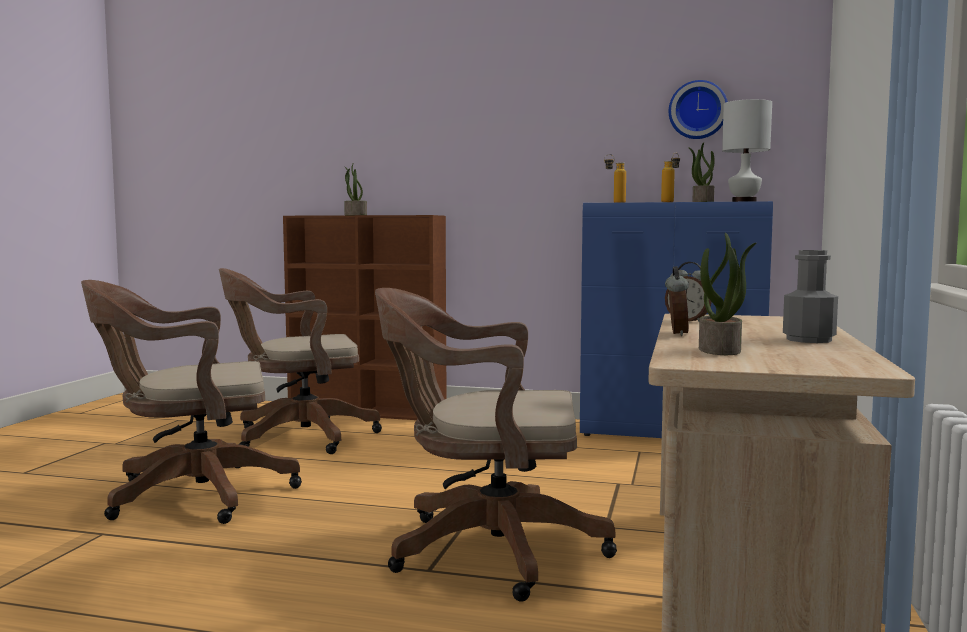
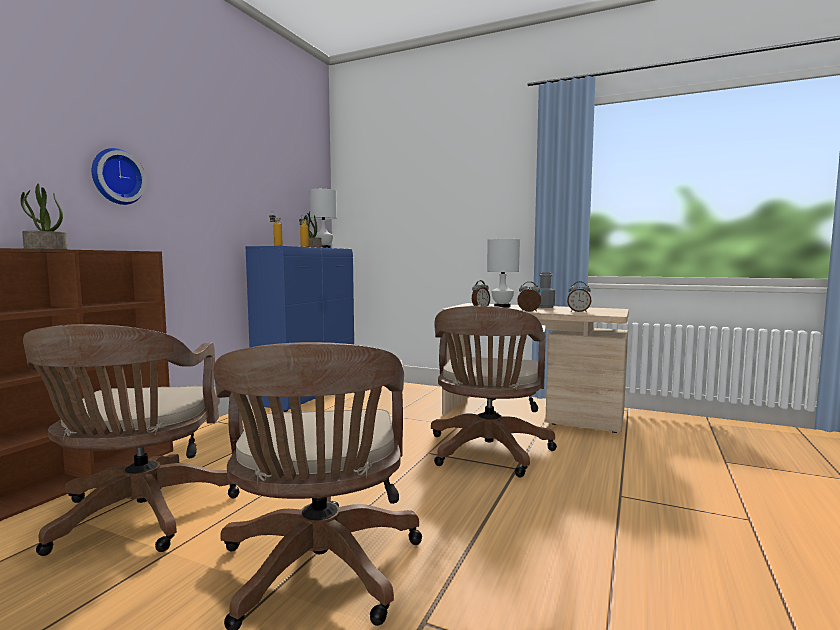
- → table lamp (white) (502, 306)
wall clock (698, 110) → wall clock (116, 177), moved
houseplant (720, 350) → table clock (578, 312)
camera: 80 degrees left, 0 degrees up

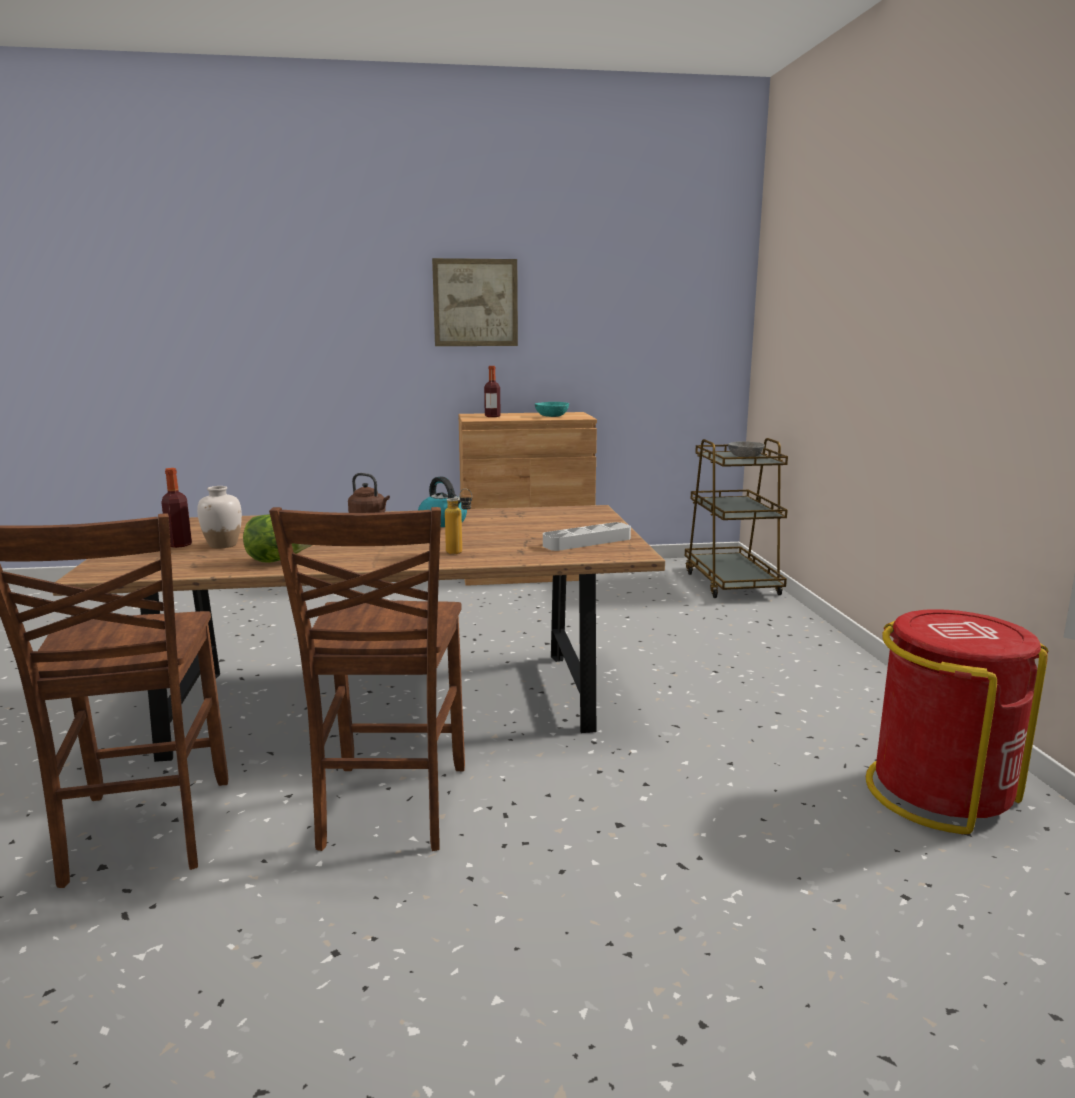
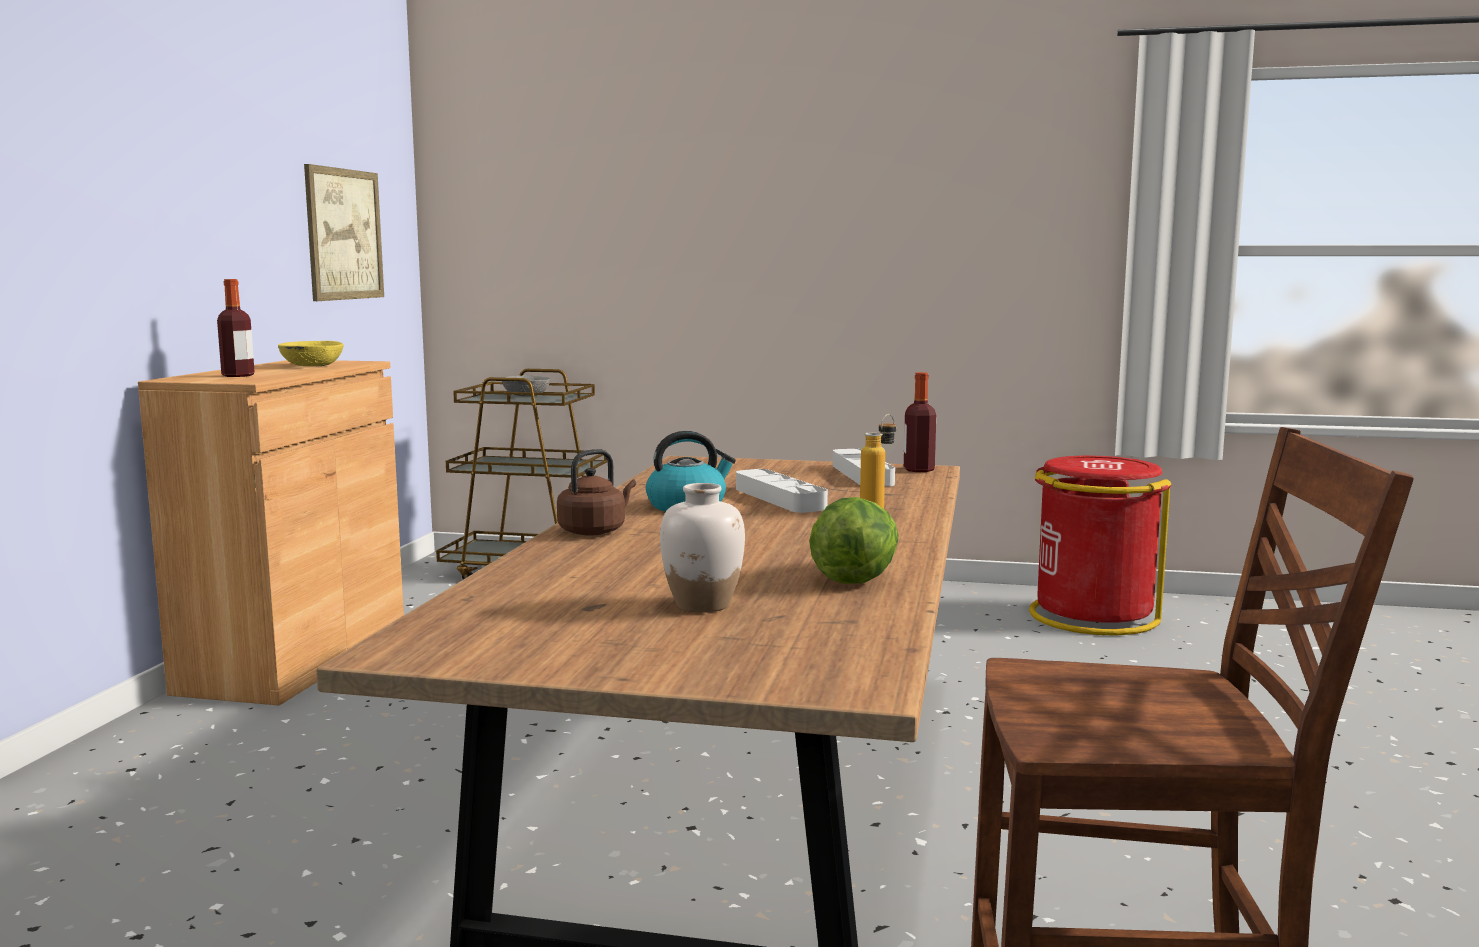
upright chair (brown) (389, 808) → -
- → carrying tray (grey) (779, 498)
beverage bottle (179, 545) → beverage bottle (918, 470), moved
wall art (475, 303) → wall art (344, 234), moved
bowl (turquoise) (551, 416) → bowl (yellow-coloured) (311, 366)
camera: 70 degrees left, 5 degrees down

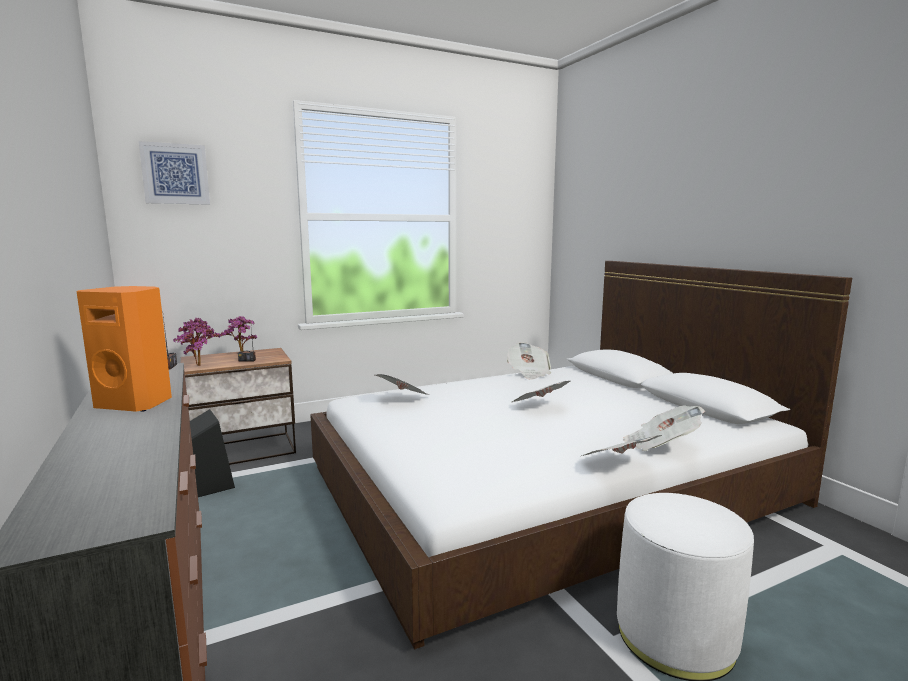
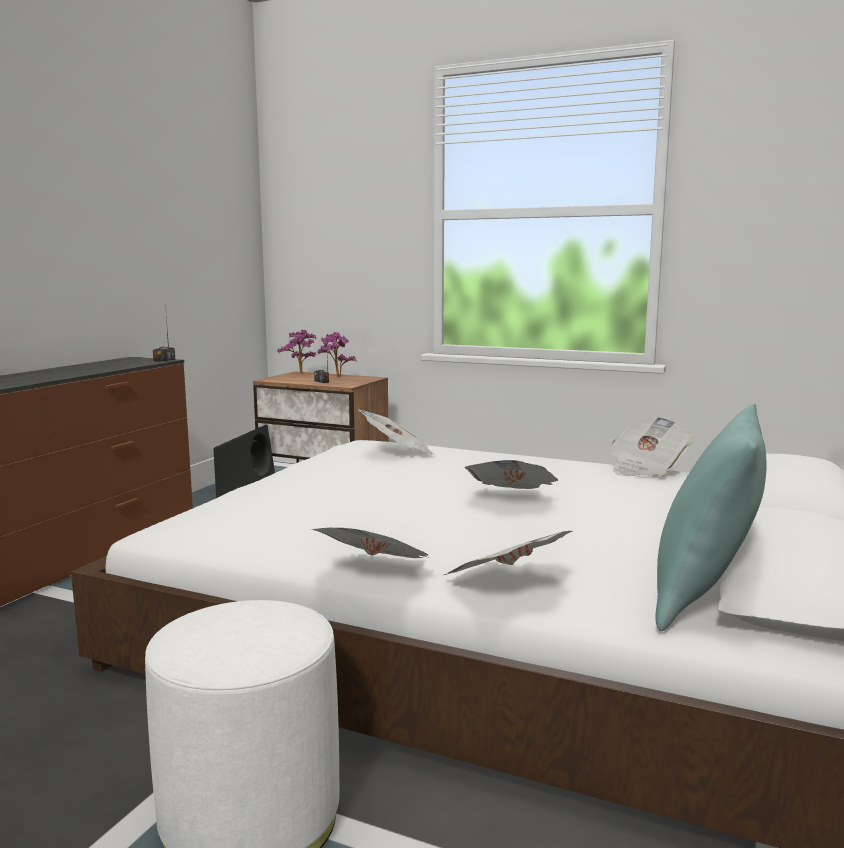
loudspeaker (orange) (136, 404) → -
wall art (175, 174) → -
houseplant (202, 365) → -
- → cushion (turquoise) (704, 597)
camera: 50 degrees right, 0 degrees up

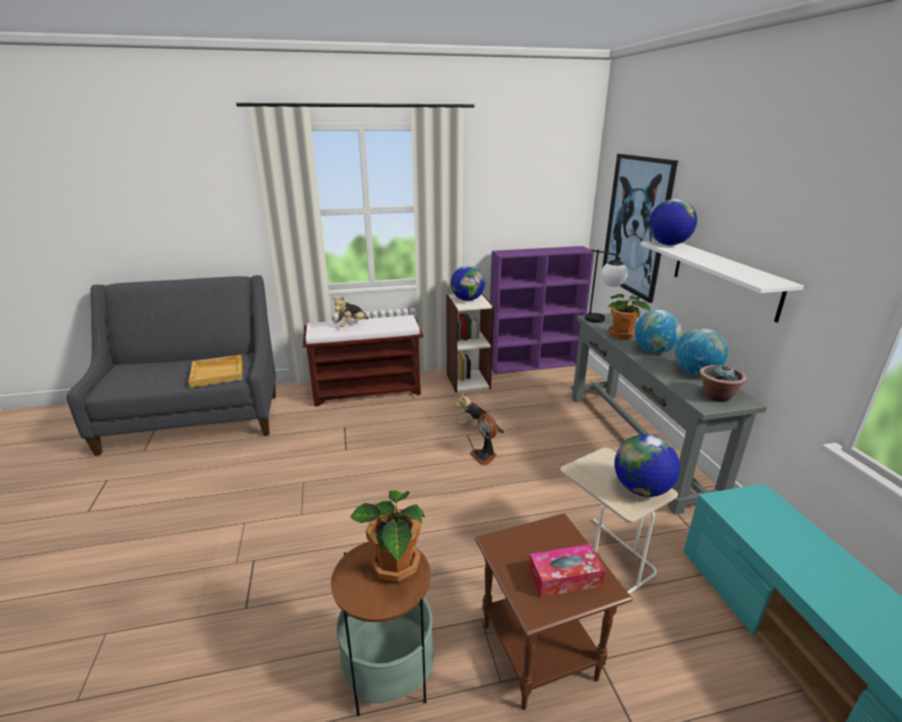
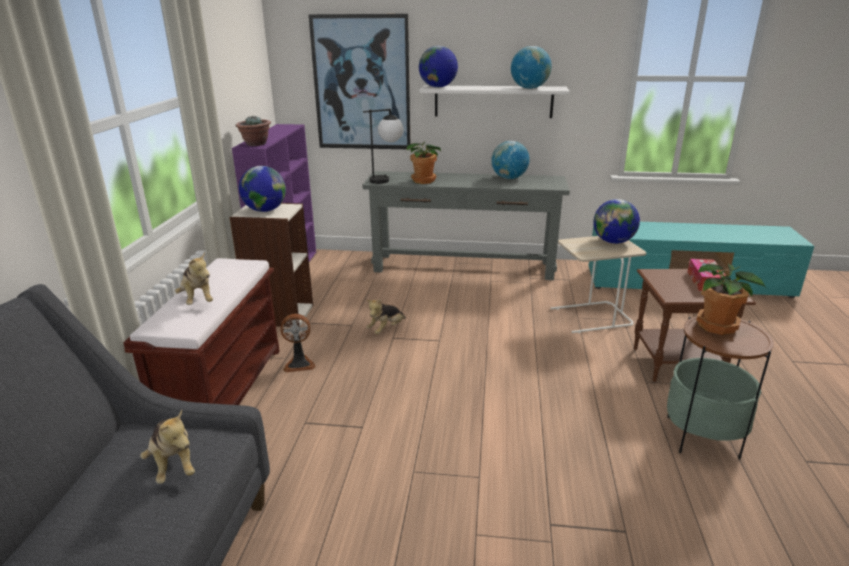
cooling fan (485, 456) → cooling fan (299, 364), moved
desk globe (654, 351) → desk globe (529, 88), moved
houseplant (716, 396) → houseplant (255, 144), moved
carrying tray (sand-coloured) (218, 372) → cuddly toy (173, 465)
camera: 70 degrees left, 0 degrees up

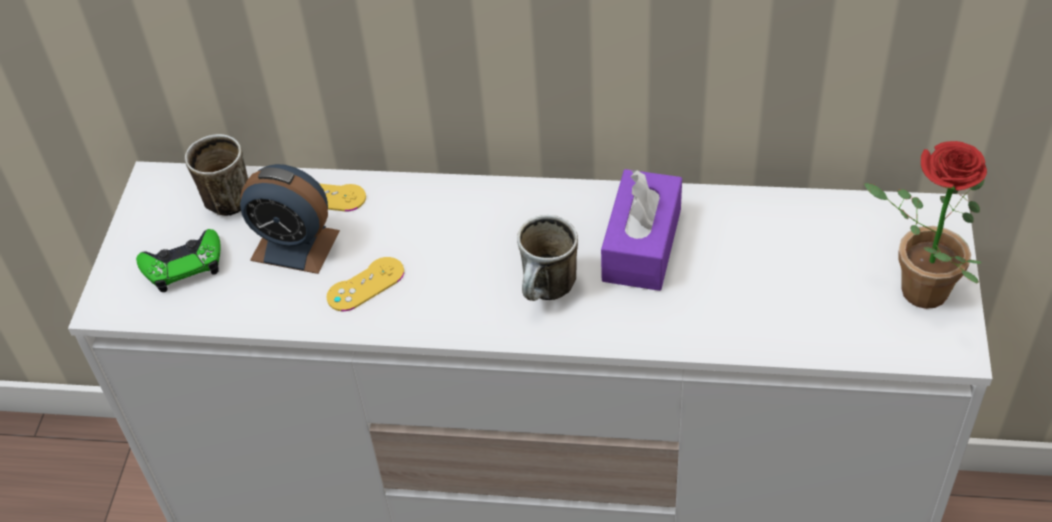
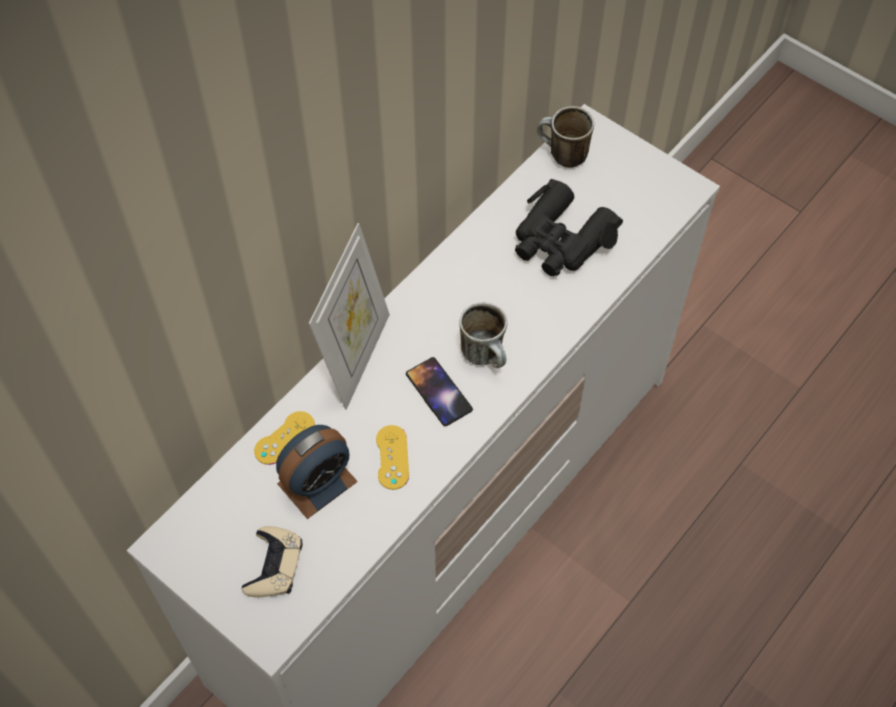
tissue box (purple-coloured) (642, 245) → -
houseplant (913, 291) → -
- → standing frame (356, 357)
- → telephone (438, 392)
- → pair of binoculars (black-coloured) (560, 240)
mug (226, 196) → mug (561, 156), moved
game controller (green-coloured) (183, 265) → game controller (sand-coloured) (274, 566)
camera: 60 degrees left, 10 degrees up

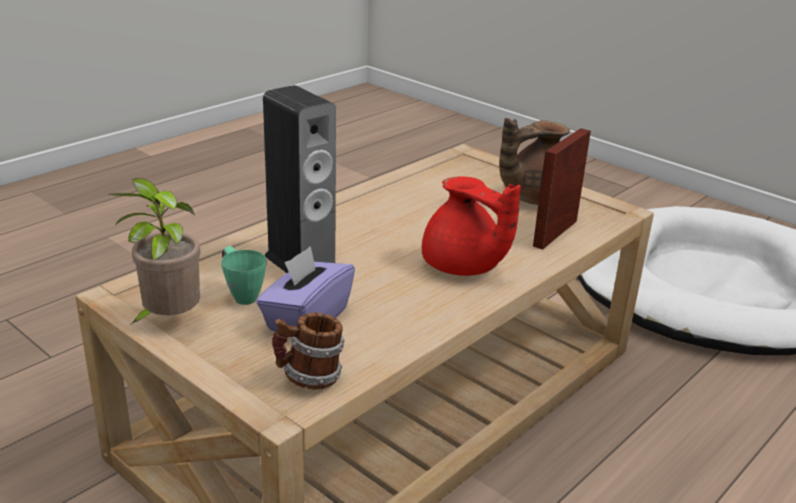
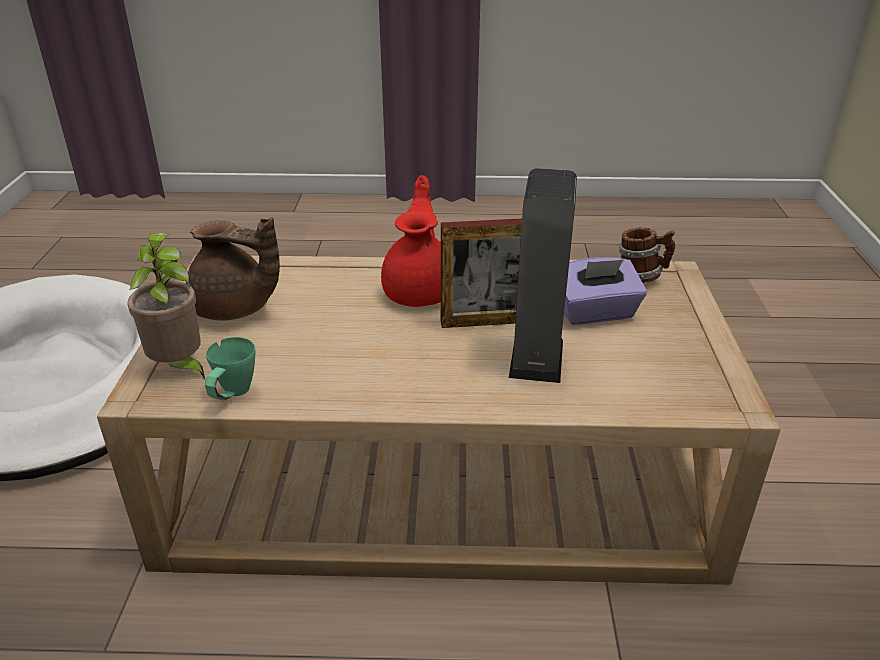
houseplant (168, 321) → houseplant (179, 368), moved
mug (green-coloured) (241, 294) → mug (green-coloured) (232, 396), moved
standing frame (555, 233) → standing frame (483, 322), moved
camera: 130 degrees left, 5 degrees up

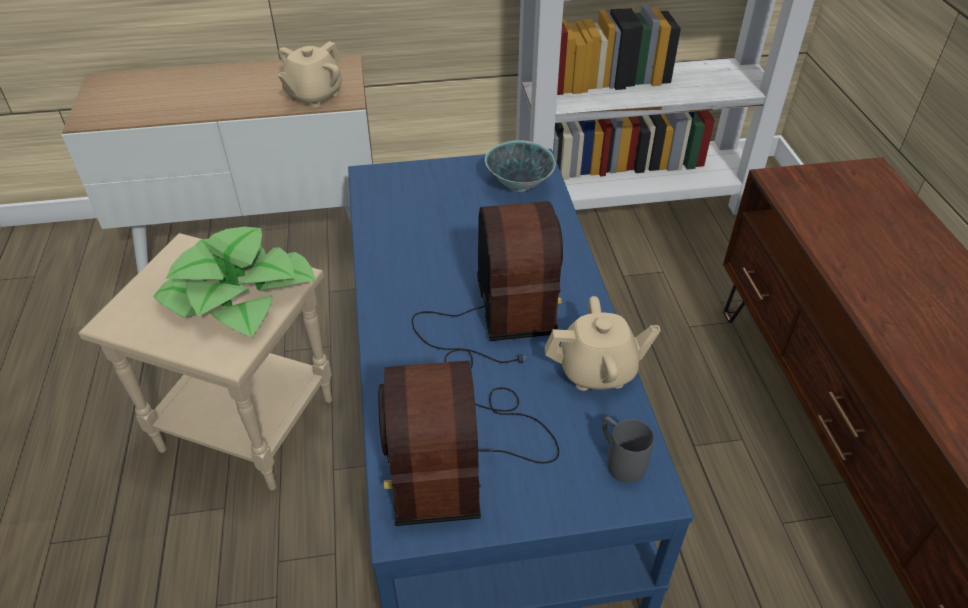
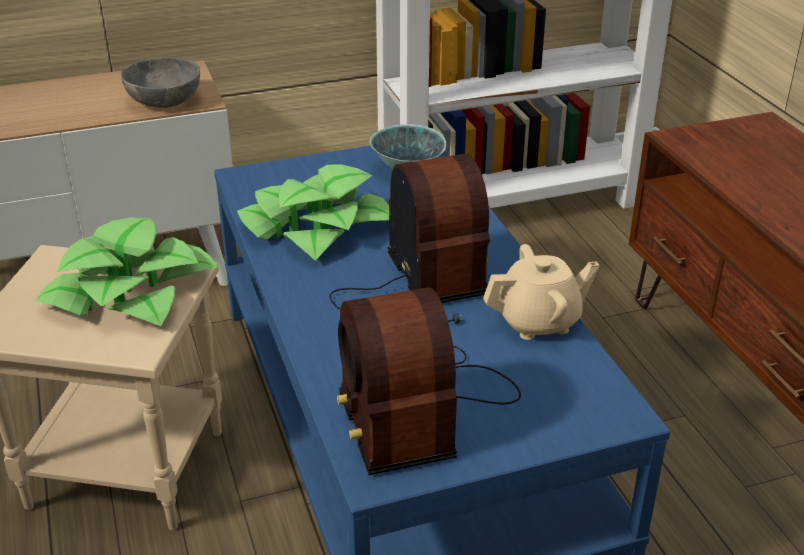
mug (grey) (619, 460) → -
- → houseplant (316, 227)
tea pot (sand-coloured) (314, 96) → bowl (grey) (164, 101)
camera: 10 degrees left, 10 degrees down

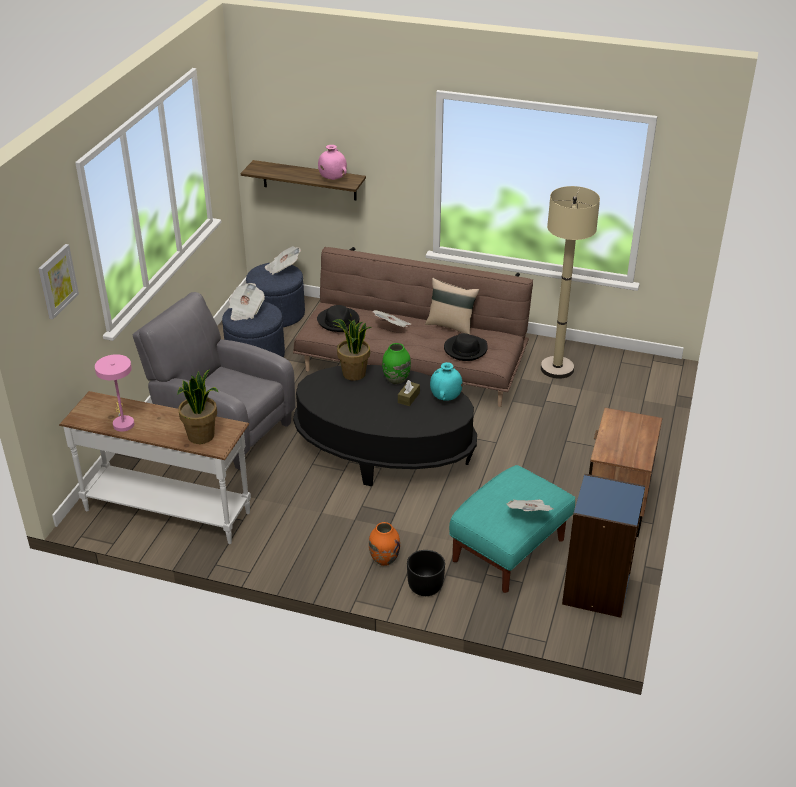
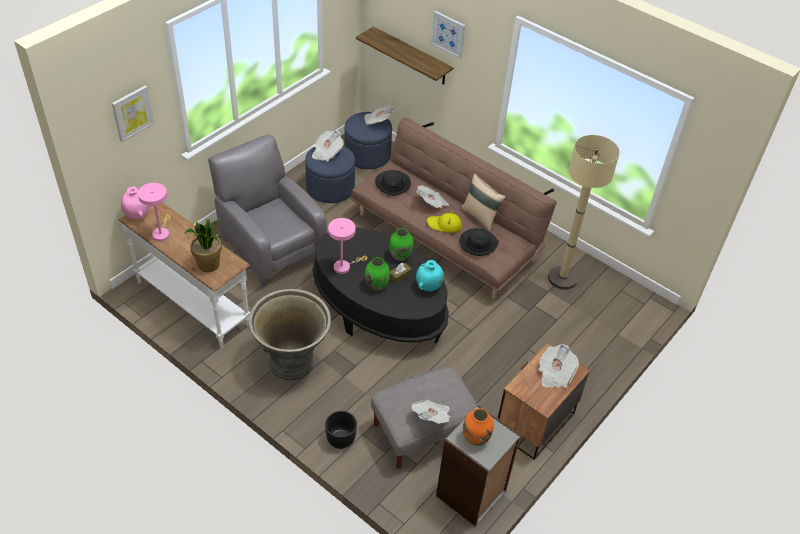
houseplant (353, 374) → -
- → planter (grey) (292, 363)
- → table lamp (pink) (344, 266)
- → decorative vase (green-coloured) (377, 285)
- → hat (yellow-coloured) (444, 225)
- → wall art (448, 34)
- → daily paper (555, 374)
decorative vase (pink) (332, 179) → decorative vase (pink) (138, 215), moved
decorative vase (orange) (384, 559) → decorative vase (orange) (475, 438), moved
ottoman (turquoise) (508, 551) → ottoman (grey) (422, 432)
shelving unit (blue) (597, 589) → shelving unit (grey) (471, 494)
camera: 20 degrees right, 10 degrees up

